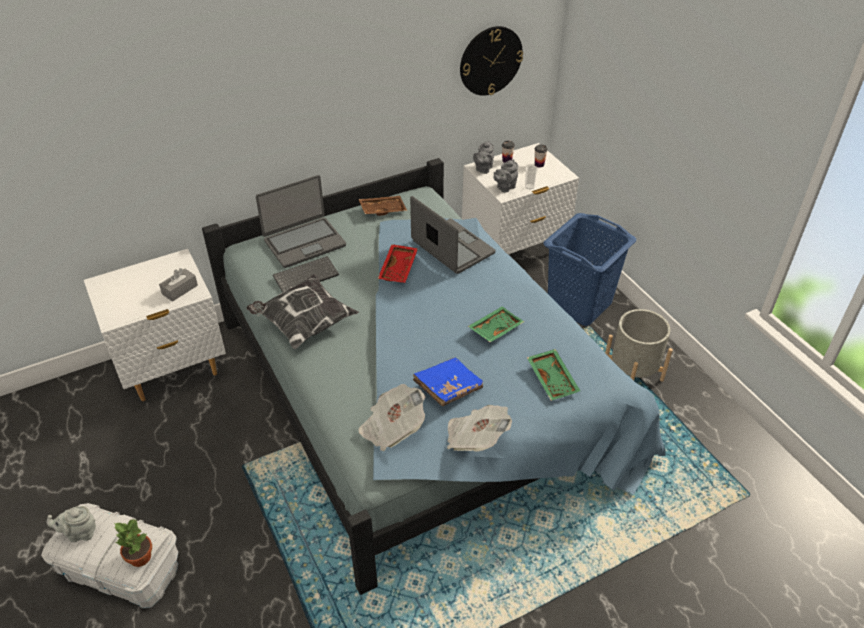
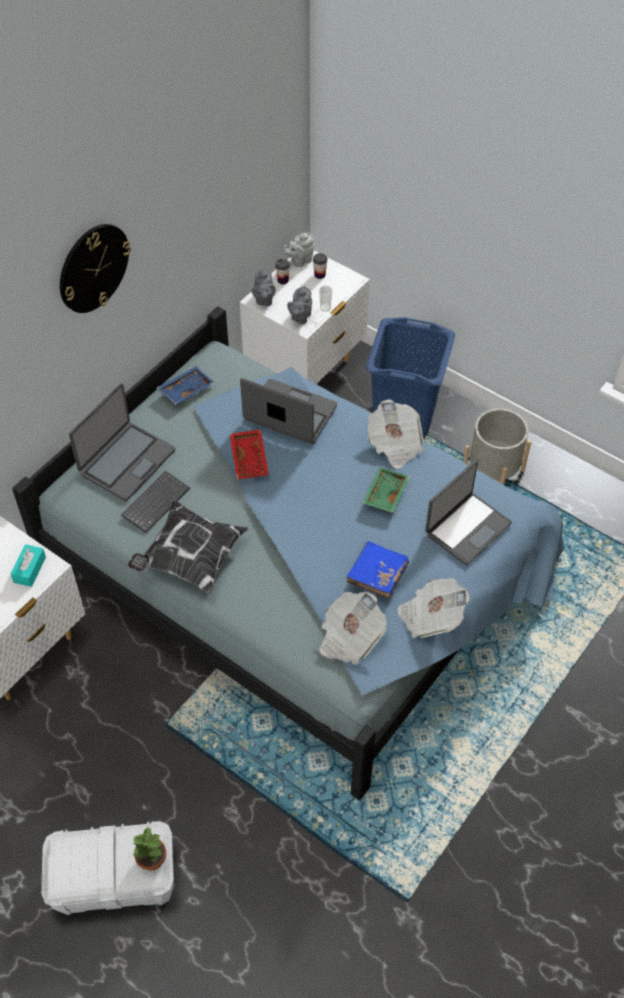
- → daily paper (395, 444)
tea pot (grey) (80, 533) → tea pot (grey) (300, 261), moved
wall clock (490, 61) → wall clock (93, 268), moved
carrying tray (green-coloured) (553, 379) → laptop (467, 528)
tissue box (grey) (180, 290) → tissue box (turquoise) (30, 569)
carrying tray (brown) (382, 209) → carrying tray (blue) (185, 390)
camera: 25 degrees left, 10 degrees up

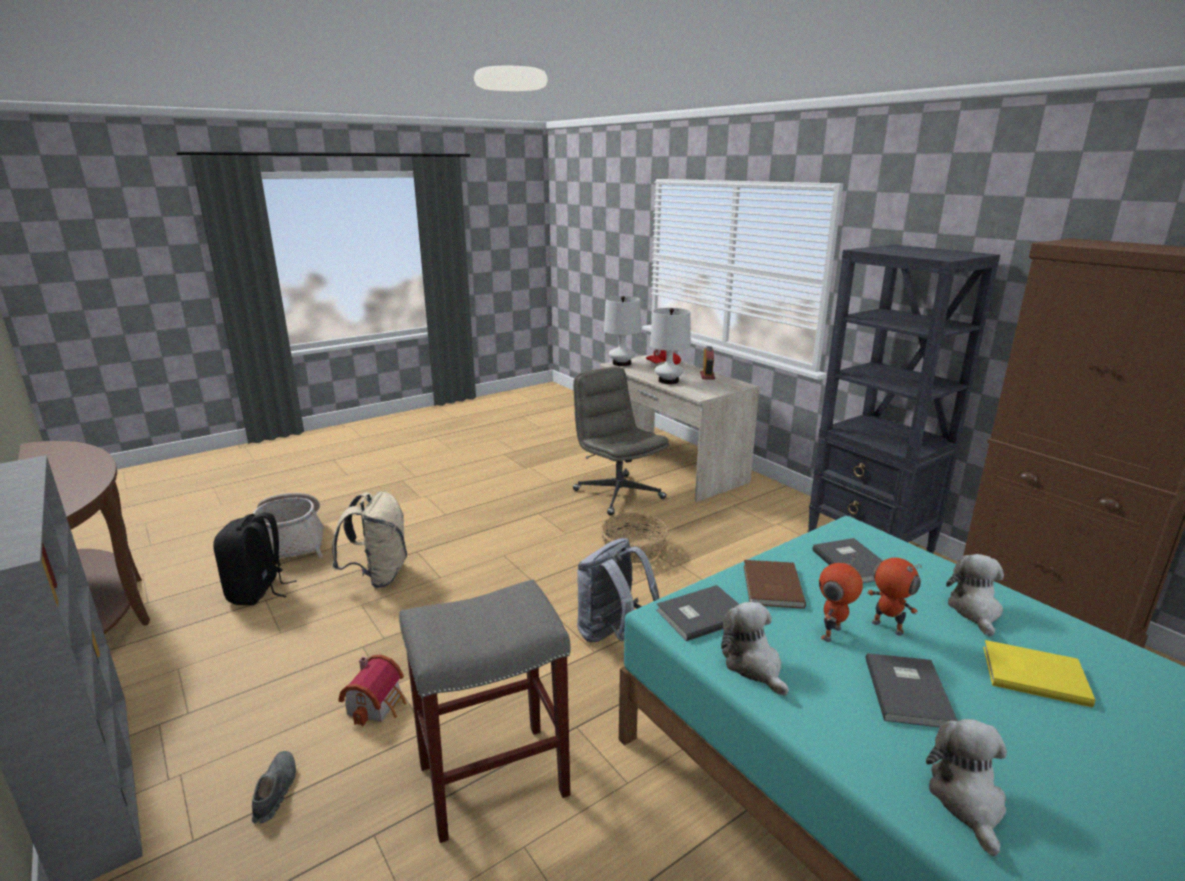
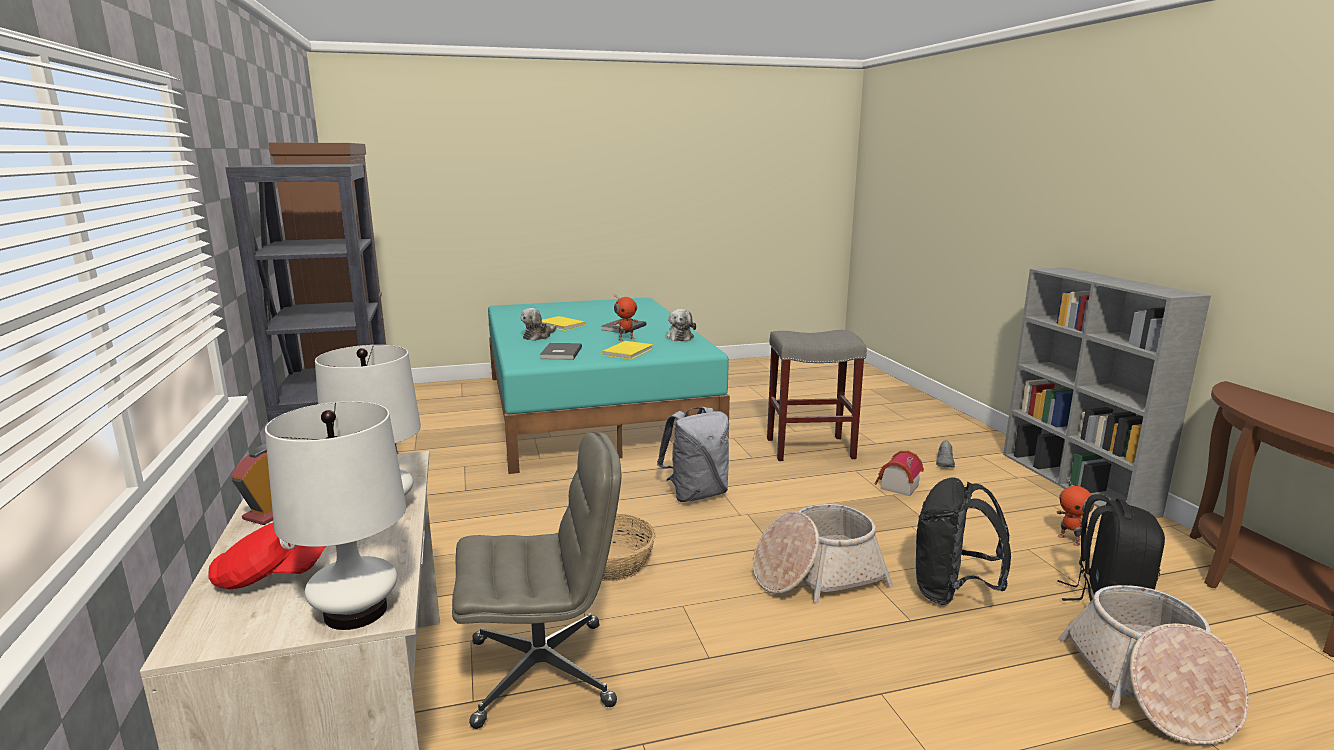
bound book (grey) (700, 614) → -
cuddly toy (967, 801) → -
- → household basket (816, 575)
toy robot (886, 628) → toy robot (1070, 540), moved
rucksack (sand-coloured) (378, 576) → rucksack (black-coloured) (951, 592)
bound book (brown) (770, 586) → bound book (yellow-coloured) (629, 352)
computer chair (grey) (617, 494) → computer chair (grey) (543, 672), 90 degrees counterclockwise
camera: 160 degrees left, 5 degrees down

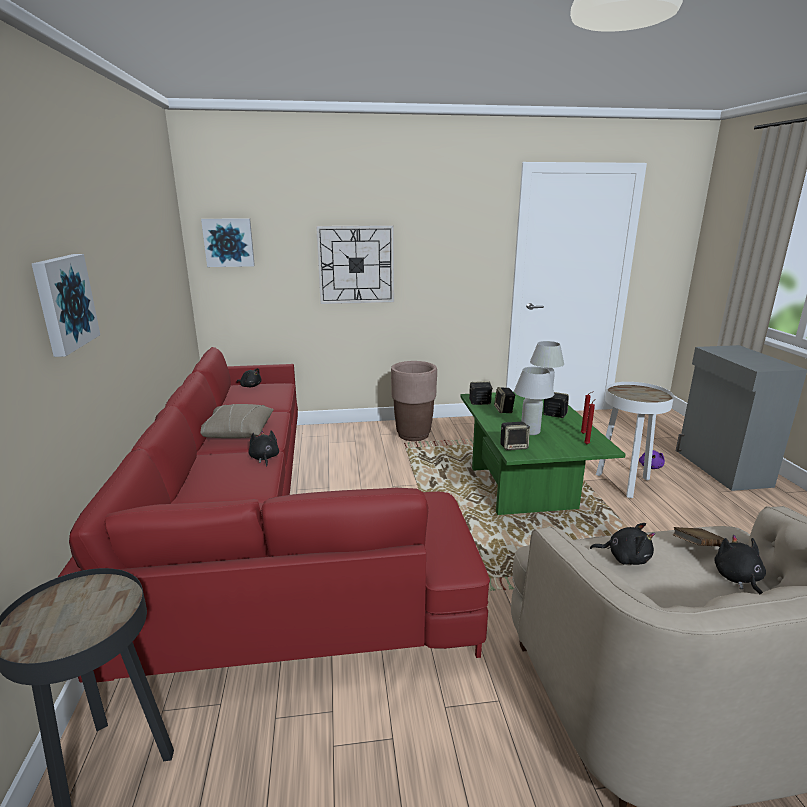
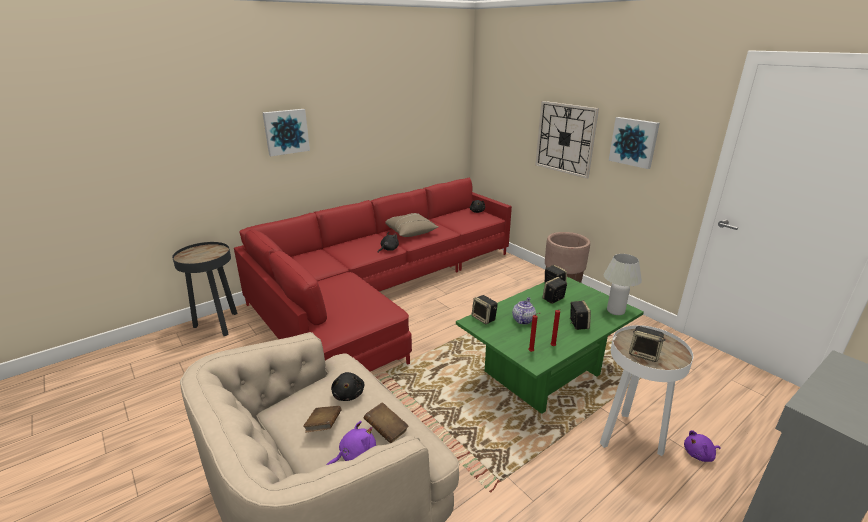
- → bound book (brown) (324, 426)
- → loudspeaker (644, 354)
wall art (229, 242) → wall art (634, 142), moved
table lamp (white) (530, 432) → tea pot (523, 320)
cuddly toy (black-coloured) (737, 579) → cuddly toy (purple-coloured) (355, 456)
camera: 60 degrees right, 5 degrees up

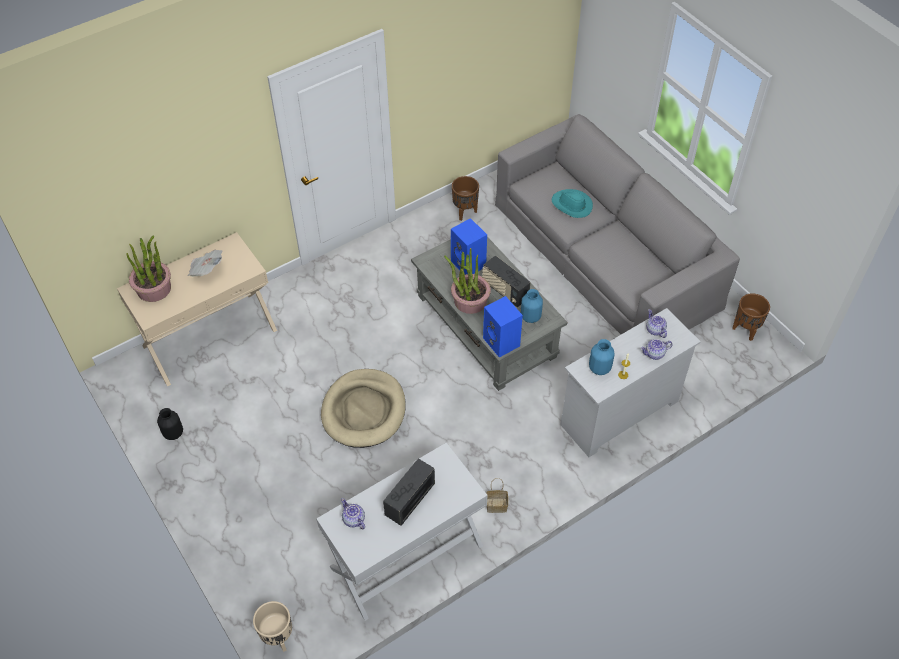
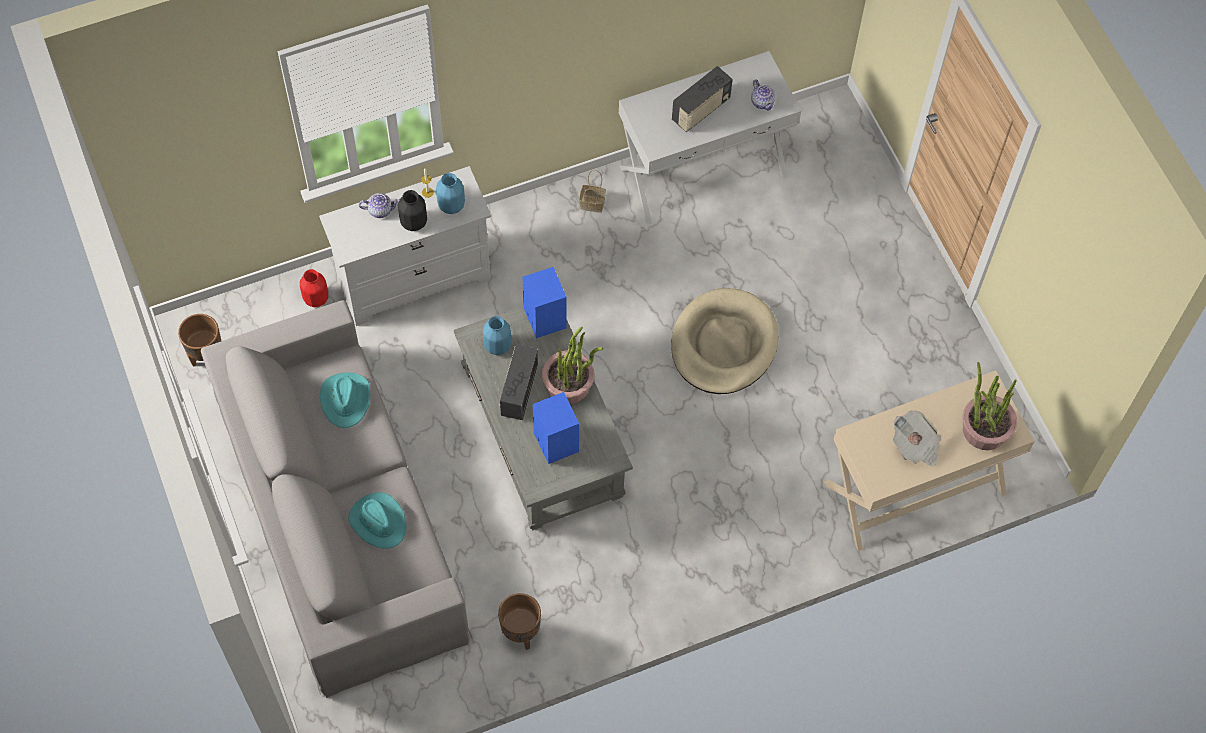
planter (sand-coloured) (278, 637) → -
tea pot (655, 330) → -
- → decorative vase (red-coloured) (316, 298)
- → hat (turquoise) (346, 400)
decorative vase (black-coloured) (173, 433) → decorative vase (black-coloured) (413, 222), moved
radio (505, 291) → radio (518, 390), 135 degrees counterclockwise
camera: 170 degrees left, 10 degrees up

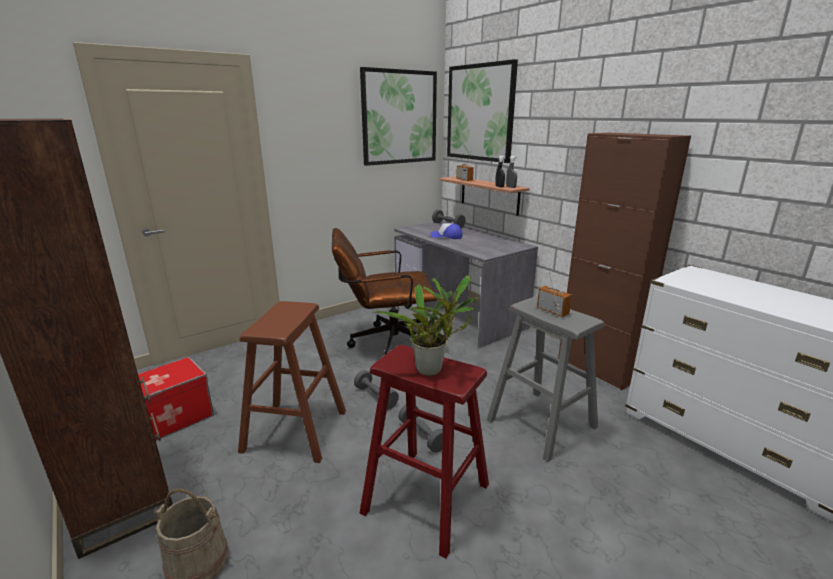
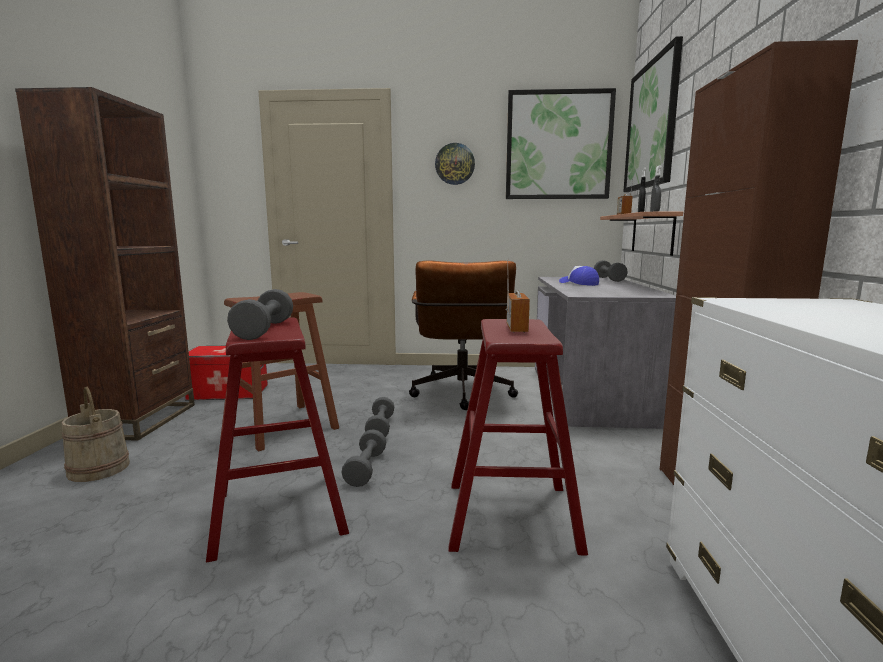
- → wall clock (455, 164)
houseplant (433, 369) → hand weight (grey) (264, 330)
stool seat (grey) (541, 423) → stool seat (red-coloured) (511, 515)
computer chair (brown) (385, 344) → computer chair (brown) (462, 395), 120 degrees counterclockwise
camera: 40 degrees right, 10 degrees down

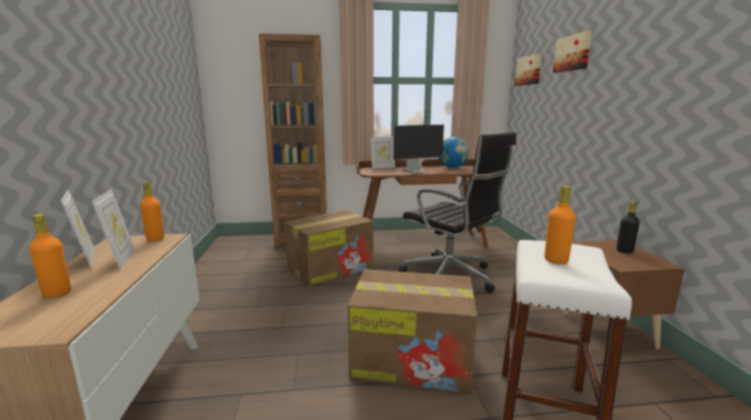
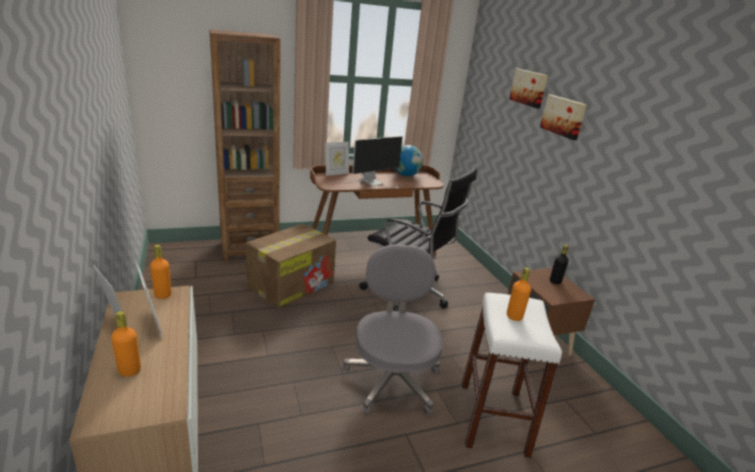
wall art (529, 70) → wall art (563, 116), moved
carton (413, 359) → computer chair (grey) (392, 379)
camera: 15 degrees left, 10 degrees up

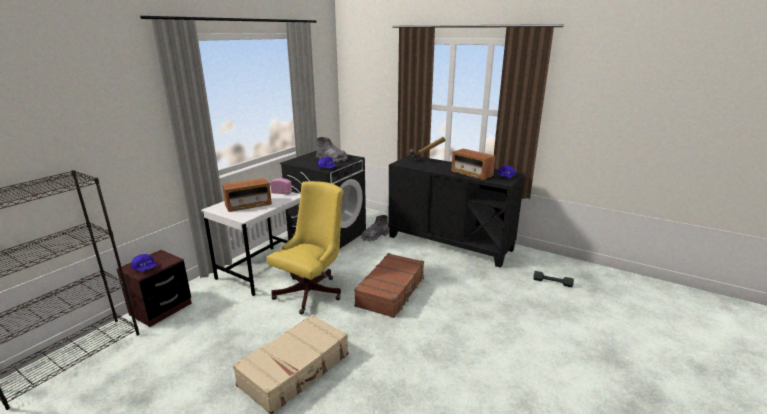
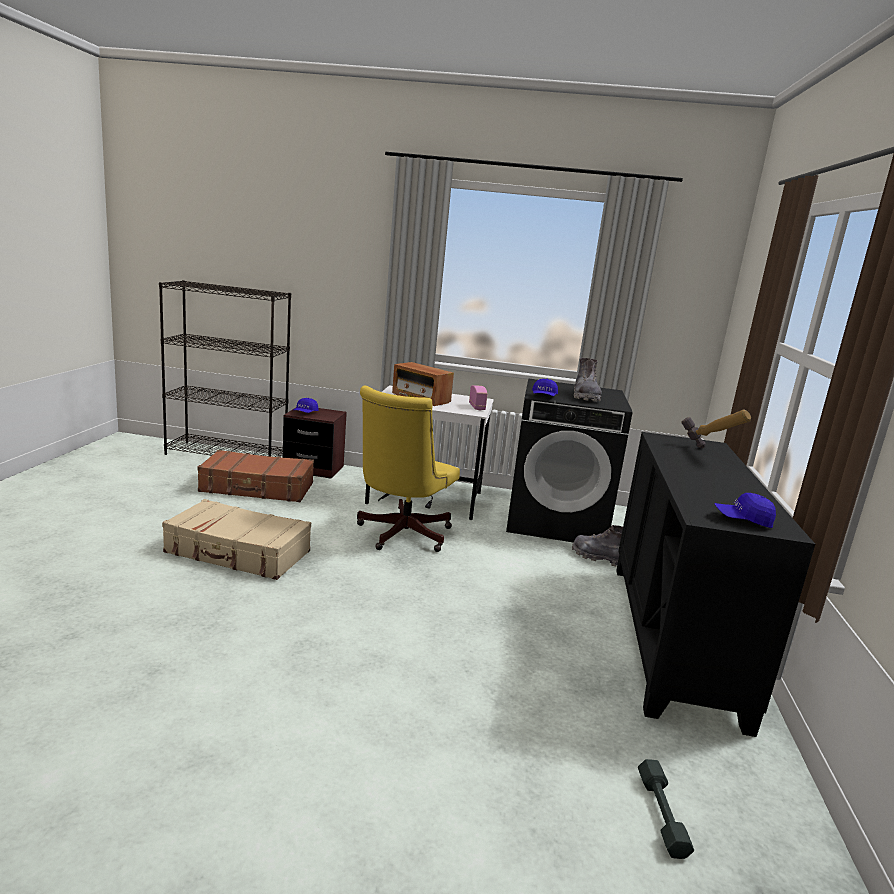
radio (471, 174) → -
piece of luggage (brown) (391, 291) → piece of luggage (brown) (257, 488), moved
computer chair (yellow-coloured) (312, 291) → computer chair (yellow-coloured) (400, 535), 105 degrees clockwise
camera: 65 degrees right, 5 degrees down

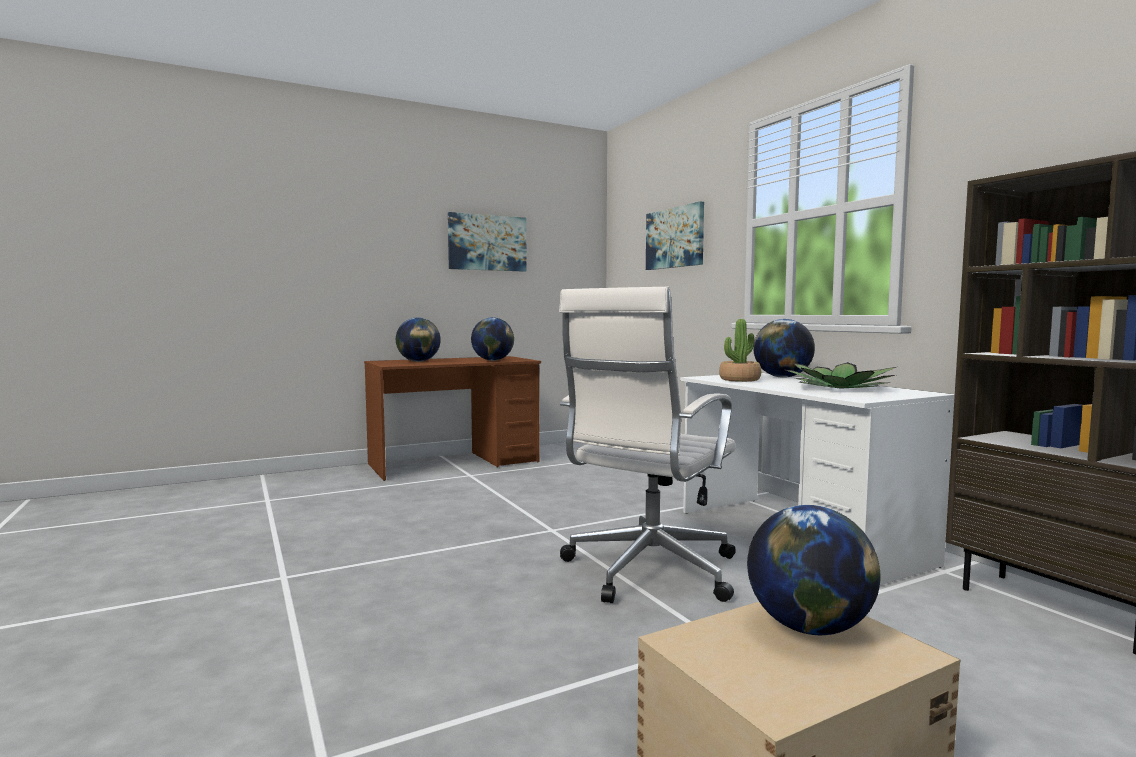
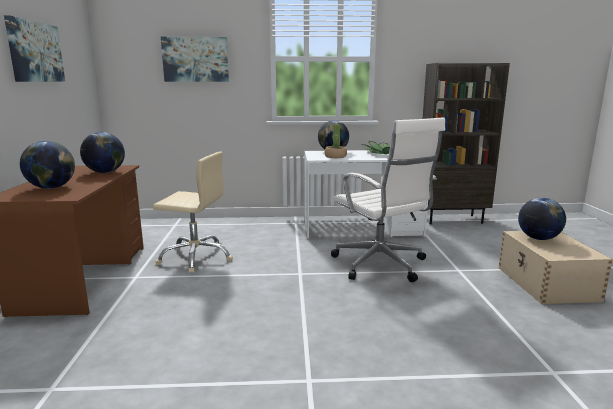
- → computer chair (sand-coloured) (196, 258)
camera: 65 degrees left, 10 degrees up

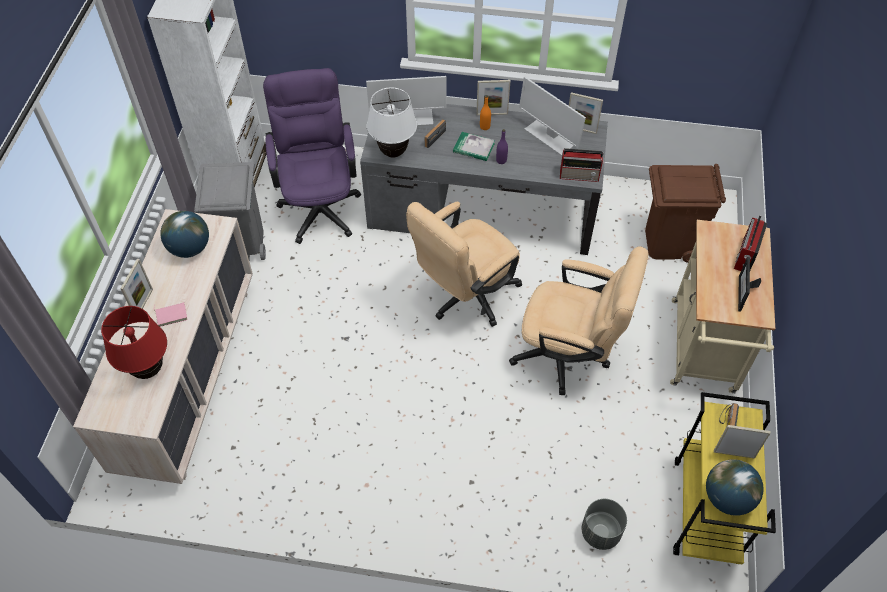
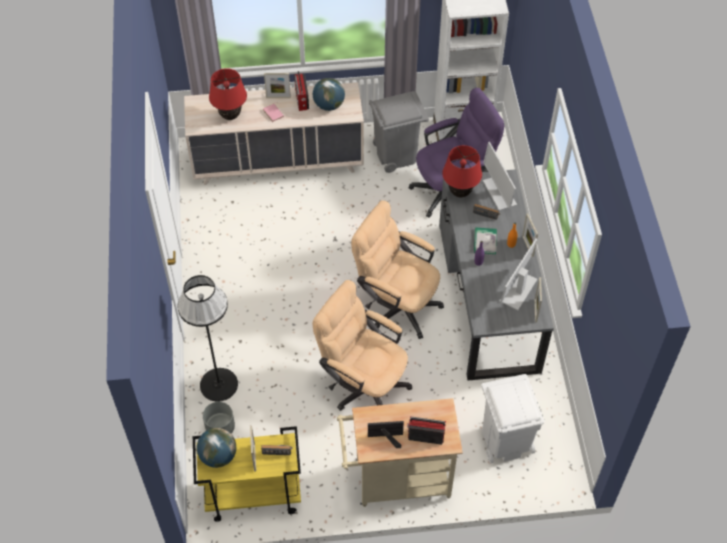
- → standing lamp (black-coloured) (218, 384)
radio (580, 175) → radio (301, 100), moved
table lamp (white) (393, 152) → table lamp (red-coloured) (460, 192)
rubbish bin (brown) (669, 242) → rubbish bin (white) (505, 441)
computer chair (sand-coloured) (569, 356) → computer chair (sand-coloured) (363, 383), 120 degrees clockwise
camera: 75 degrees right, 0 degrees up

